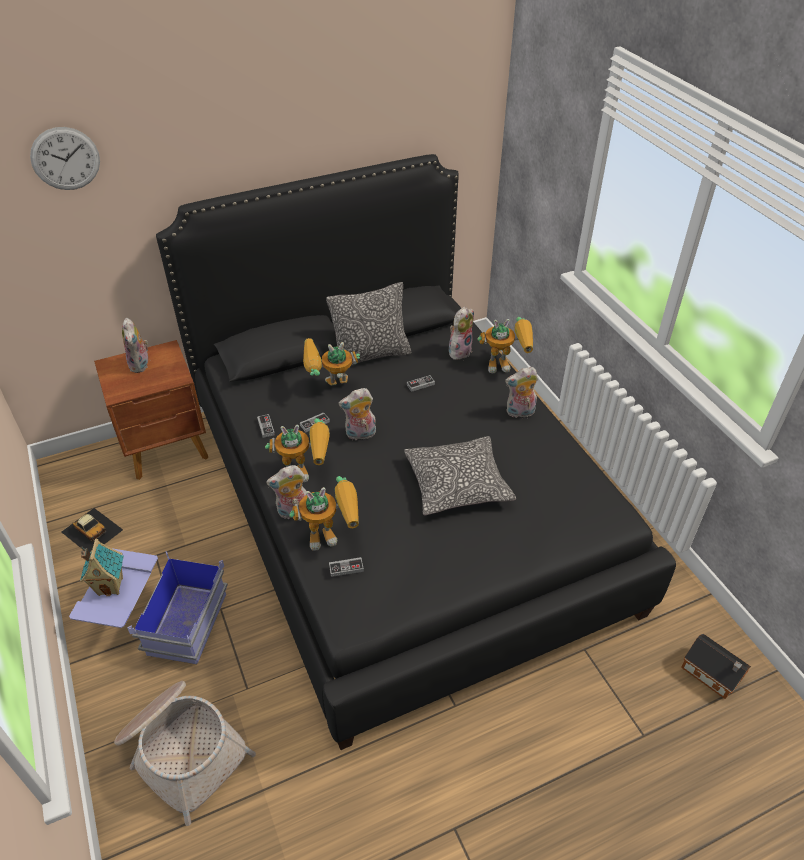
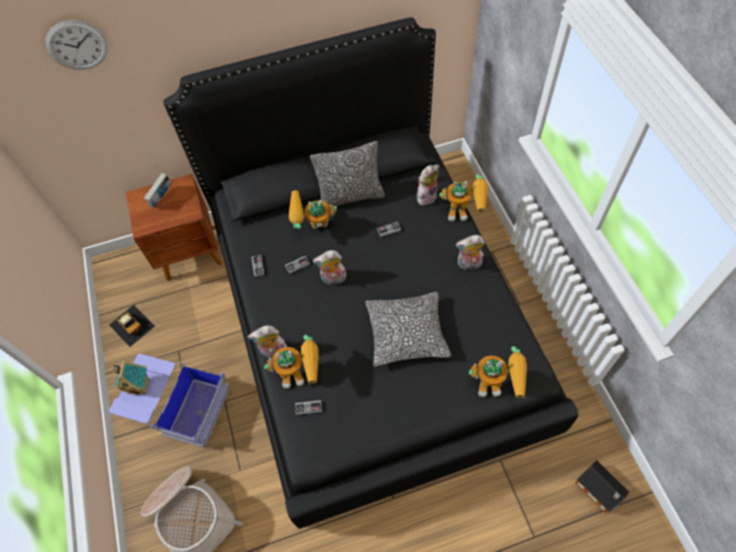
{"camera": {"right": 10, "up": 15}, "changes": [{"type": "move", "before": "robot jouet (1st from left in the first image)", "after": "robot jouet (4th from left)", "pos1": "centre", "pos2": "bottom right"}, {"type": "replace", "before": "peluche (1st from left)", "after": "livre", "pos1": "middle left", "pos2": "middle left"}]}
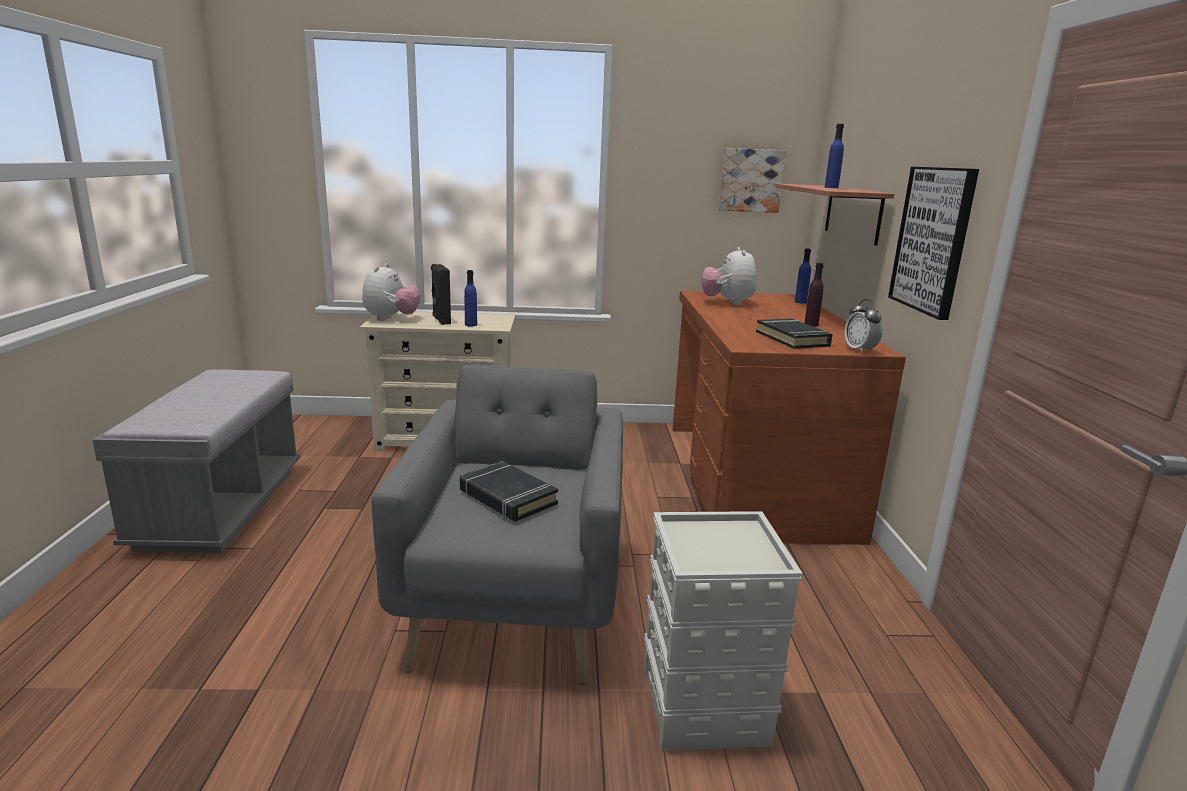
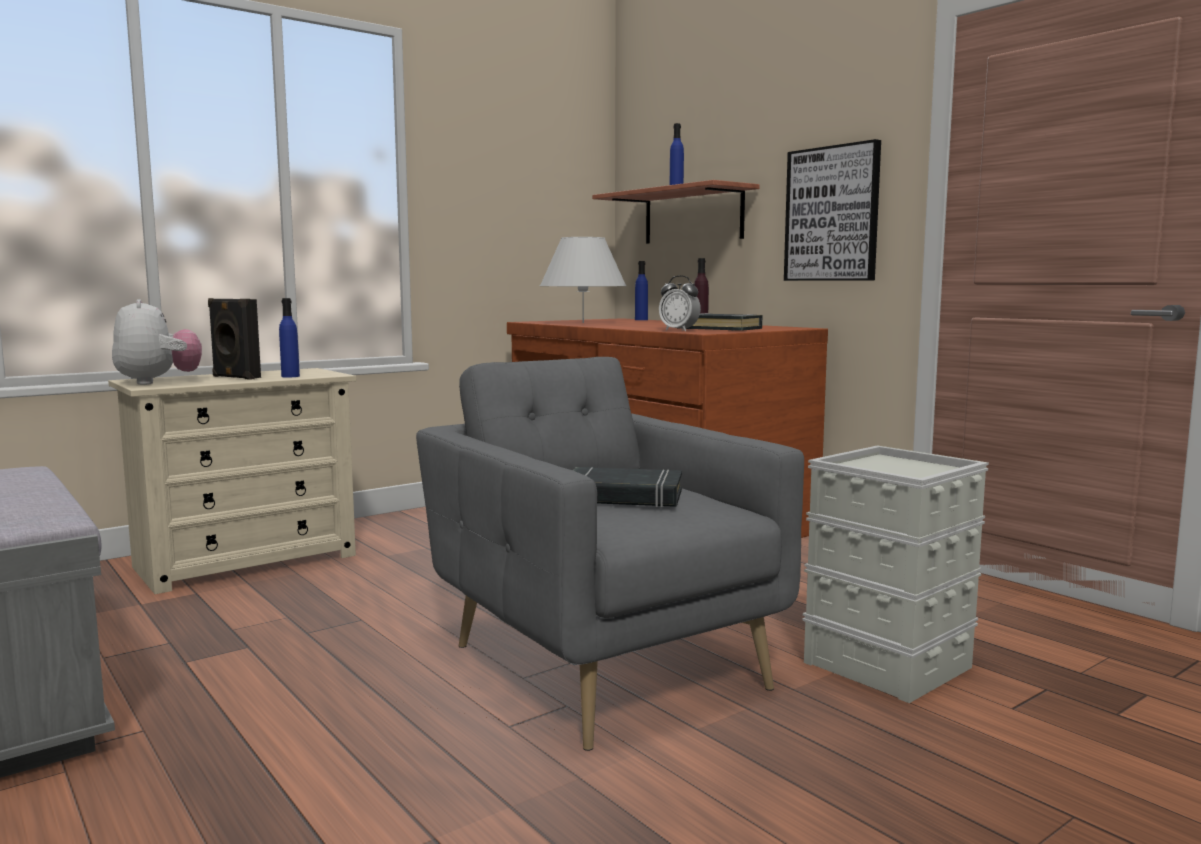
{"camera": {"right": -35, "up": -10}, "changes": [{"type": "delete", "before": "tableau (1st from left)", "pos1": "top centre"}, {"type": "move", "before": "réveil", "pos1": "middle right", "pos2": "centre"}, {"type": "replace", "before": "peluche (2nd from left)", "after": "lampe de table [blanc]", "pos1": "centre", "pos2": "top centre"}]}
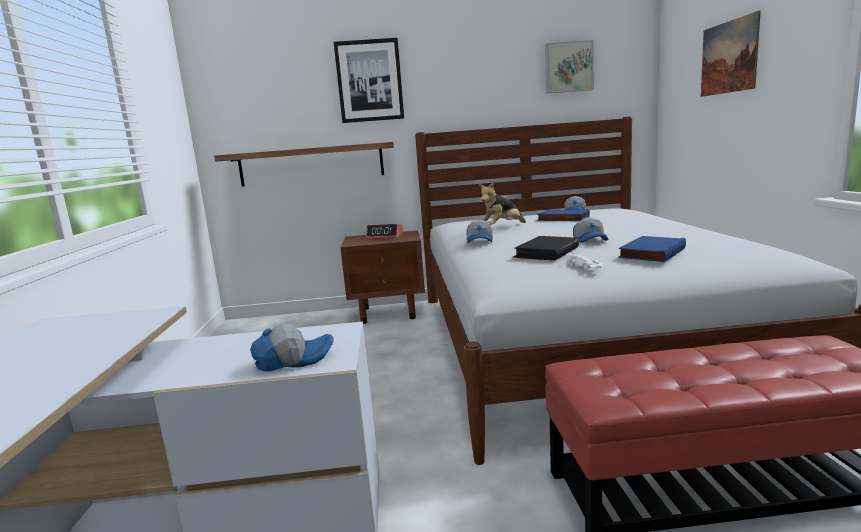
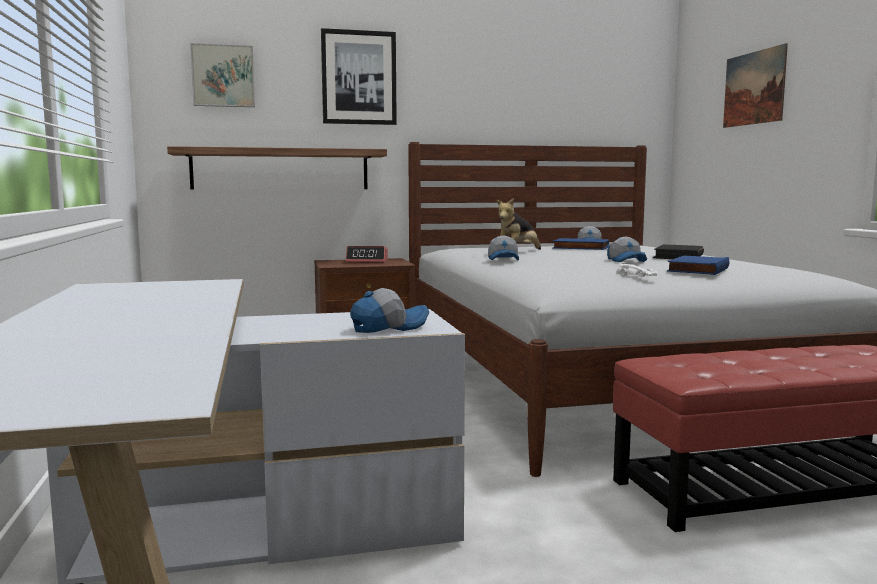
{"camera": {"right": -10, "up": -5}, "changes": [{"type": "move", "before": "livre [noir]", "pos1": "centre", "pos2": "middle right"}, {"type": "move", "before": "tableau (2nd from left in the first image)", "after": "tableau (1st from left)", "pos1": "top centre", "pos2": "top left"}]}
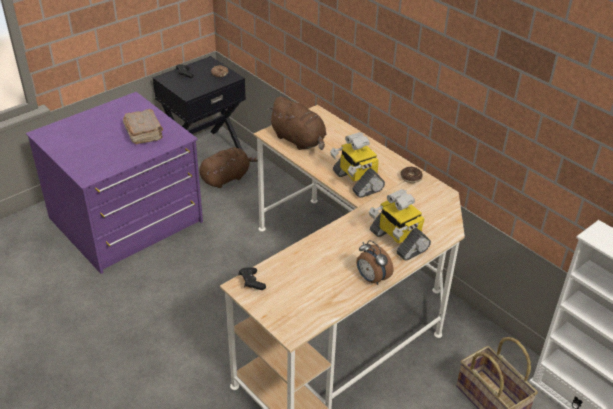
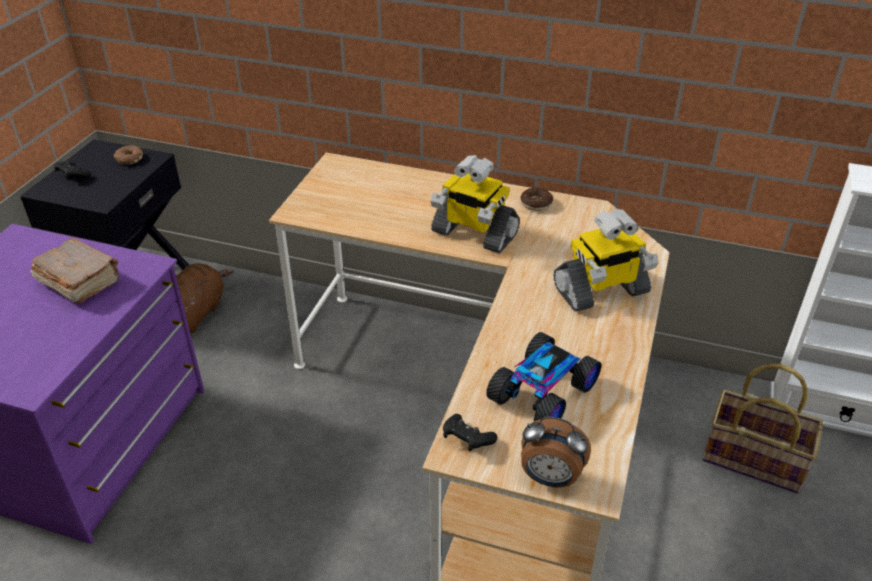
{"camera": {"right": -30, "up": 0}, "changes": [{"type": "delete", "before": "peluche [marron] (2nd from left)", "pos1": "top centre"}, {"type": "insert", "after": "petite voiture", "pos2": "centre"}, {"type": "move", "before": "réveil", "pos1": "centre", "pos2": "bottom centre"}, {"type": "rotate", "before": "robot jouet (2nd from left)", "pos1": "centre", "pos2": "middle right", "turn": -45}]}
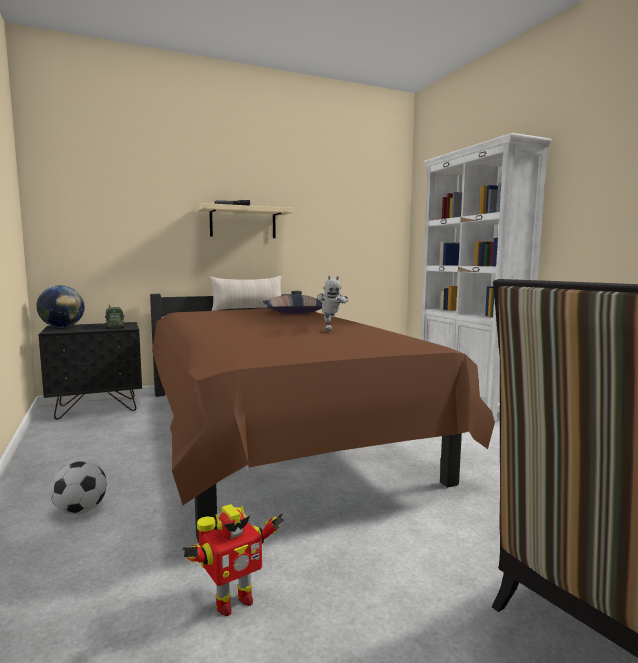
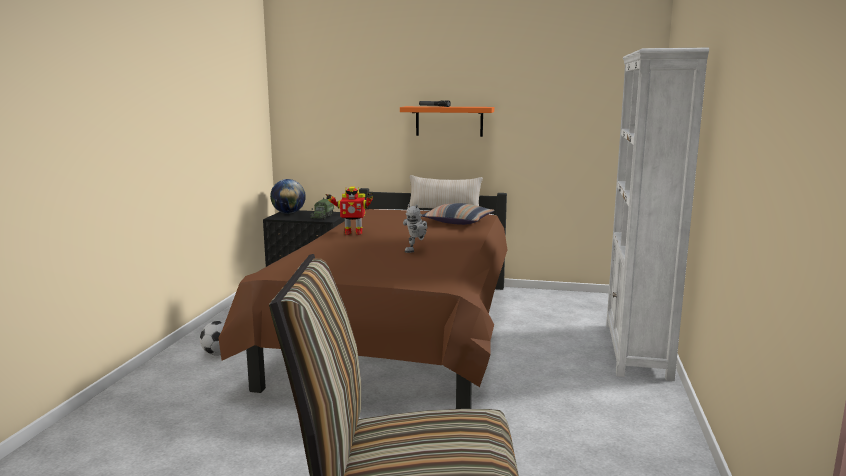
{"camera": {"right": 35, "up": 5}, "changes": [{"type": "move", "before": "robot jouet (1st from left)", "pos1": "bottom centre", "pos2": "centre"}, {"type": "recolor", "before": "étagère [beige]", "after": "étagère [orange]", "pos1": "top centre", "pos2": "top centre"}]}
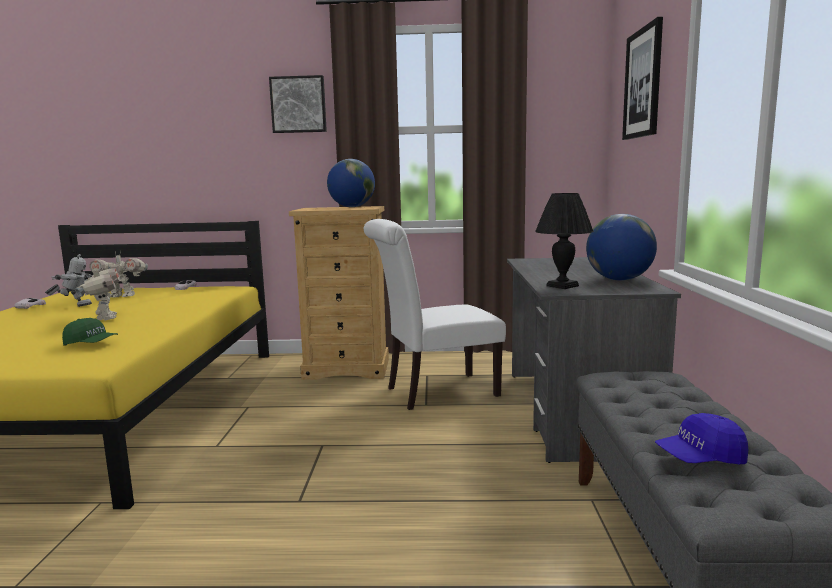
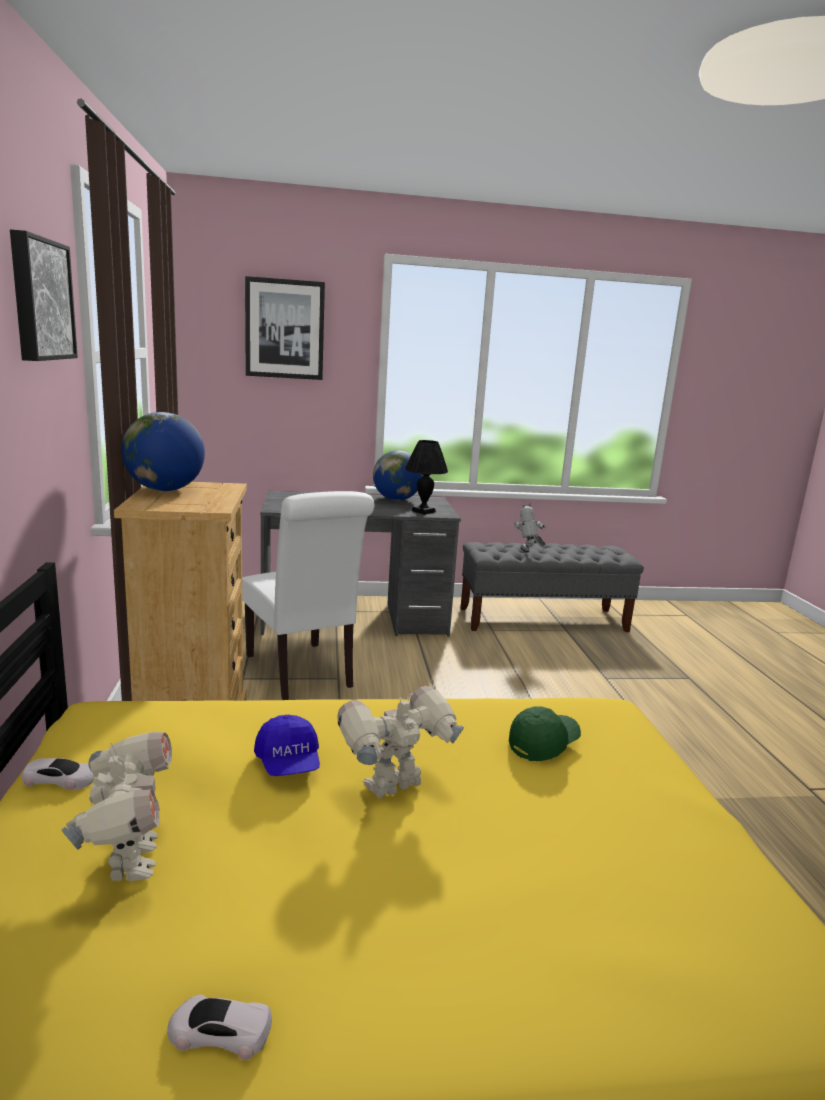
{"camera": {"right": -100, "up": 5}, "changes": [{"type": "move", "before": "robot jouet (1st from left in the first image)", "after": "robot jouet (3rd from left)", "pos1": "middle left", "pos2": "centre"}, {"type": "move", "before": "casquette [bleu]", "pos1": "bottom right", "pos2": "bottom centre"}, {"type": "rotate", "before": "casquette [vert]", "pos1": "middle left", "pos2": "centre", "turn": 45}]}
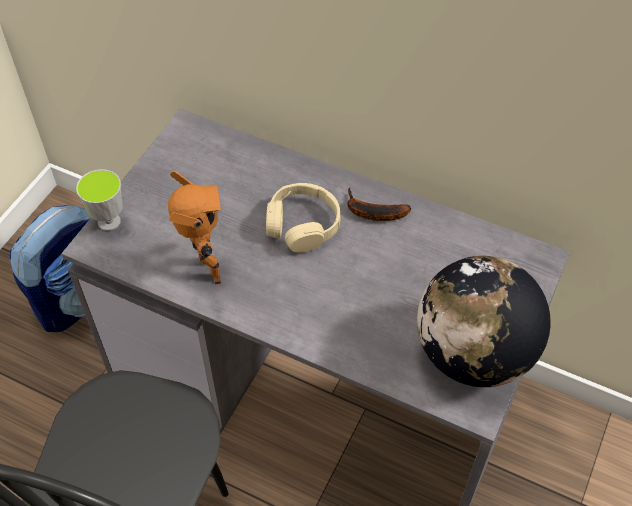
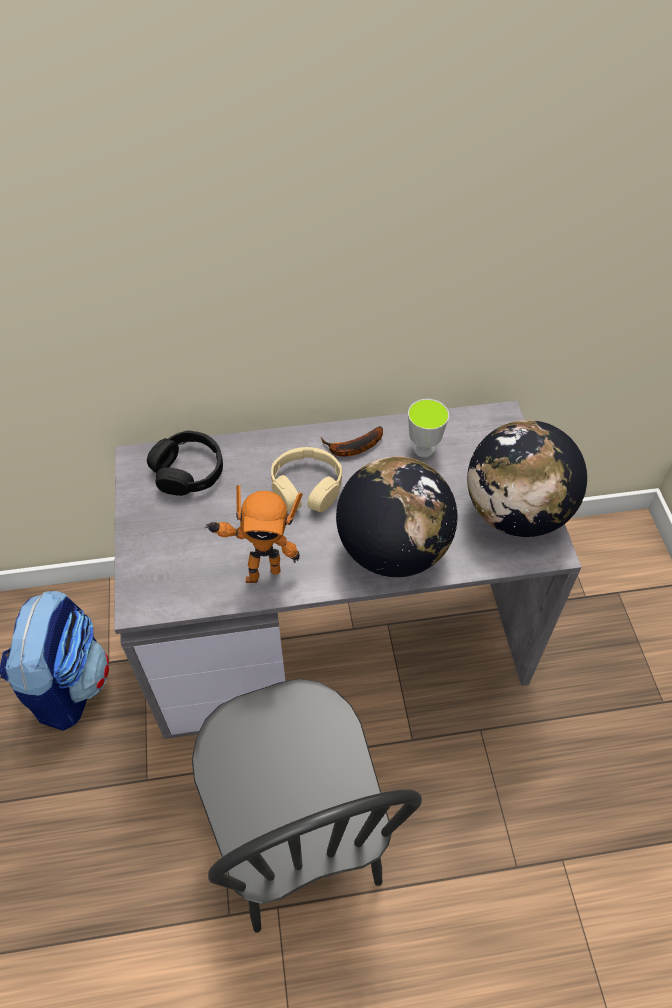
{"camera": {"right": -35, "up": 0}, "changes": [{"type": "insert", "after": "casque audio [noir]", "pos2": "middle left"}, {"type": "insert", "after": "globe (1st from left)", "pos2": "centre"}, {"type": "move", "before": "tasse", "pos1": "middle left", "pos2": "centre"}, {"type": "rotate", "before": "robot jouet", "pos1": "middle left", "pos2": "centre", "turn": 135}]}
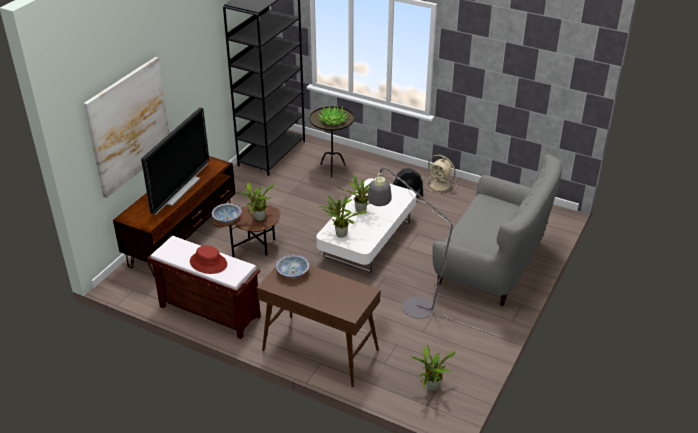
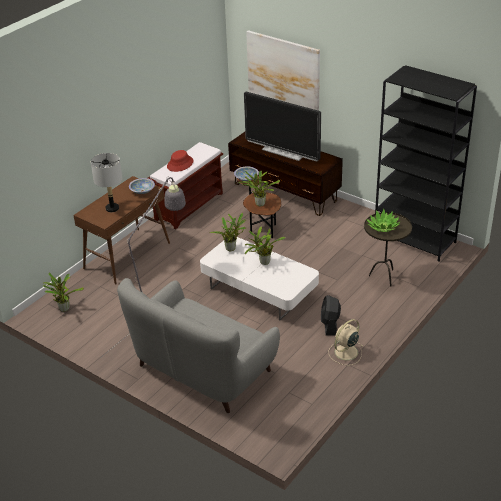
{"camera": {"right": 100, "up": 0}, "changes": [{"type": "insert", "after": "lampe de table [gris]", "pos2": "middle left"}]}
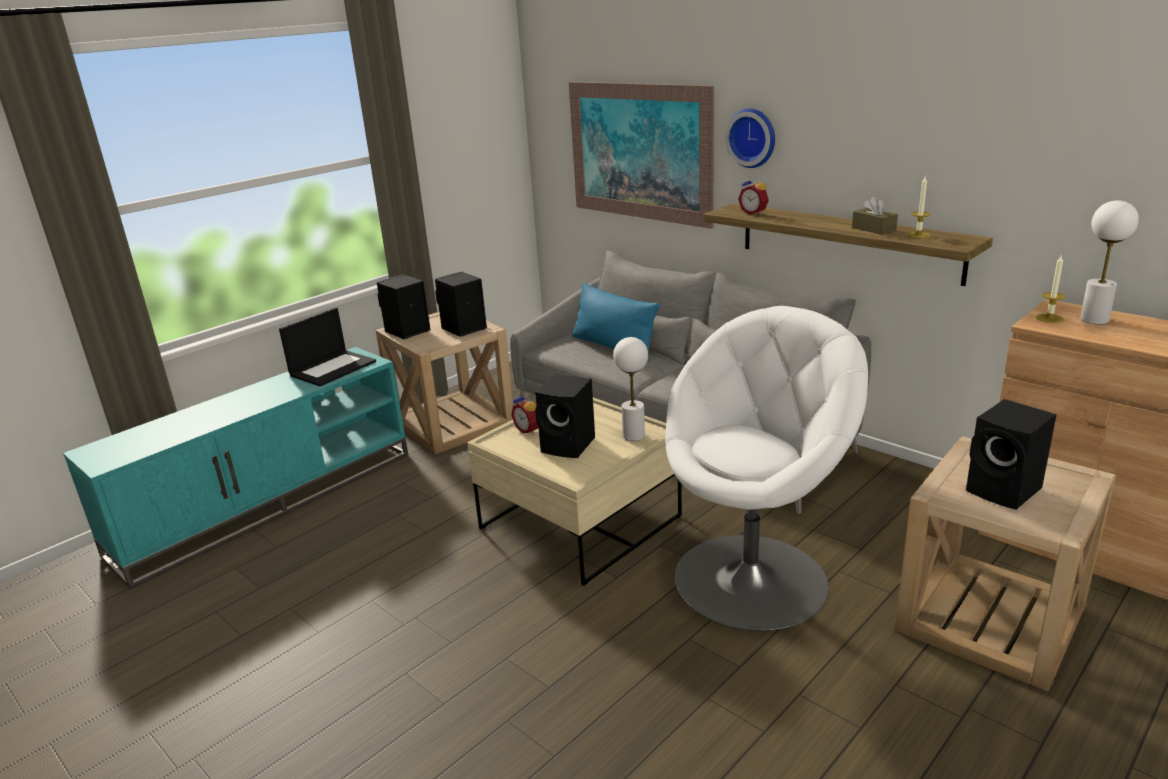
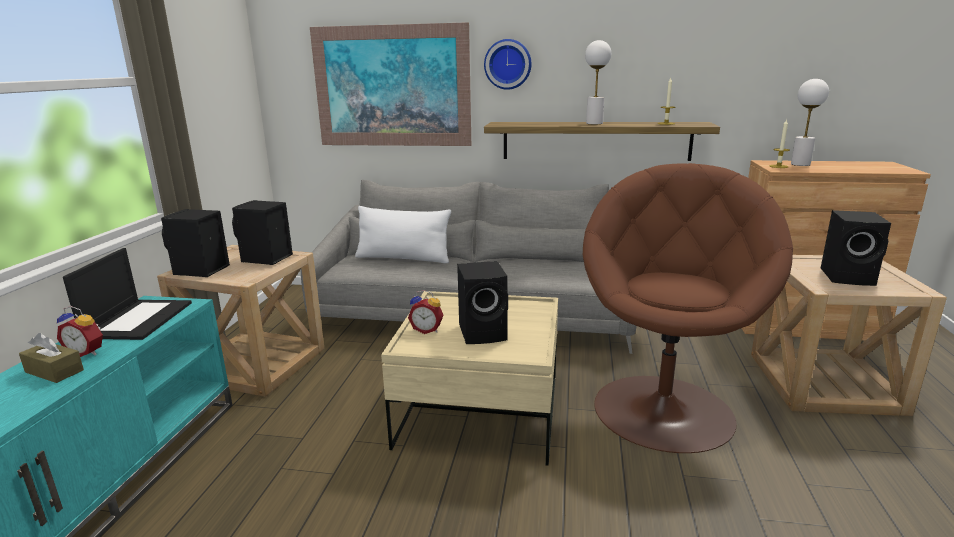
{"camera": {"right": -35, "up": -5}, "changes": [{"type": "move", "before": "lampe de table [blanc] (1st from left)", "pos1": "centre", "pos2": "top centre"}, {"type": "move", "before": "réveil (2nd from left in the first image)", "after": "réveil (1st from left)", "pos1": "top centre", "pos2": "middle left"}, {"type": "move", "before": "boîte à mouchoirs [marron]", "pos1": "top right", "pos2": "bottom left"}, {"type": "recolor", "before": "coussin [bleu]", "after": "coussin [blanc]", "pos1": "centre", "pos2": "centre"}, {"type": "recolor", "before": "fauteuil [blanc]", "after": "fauteuil [marron]", "pos1": "centre", "pos2": "middle right"}]}
